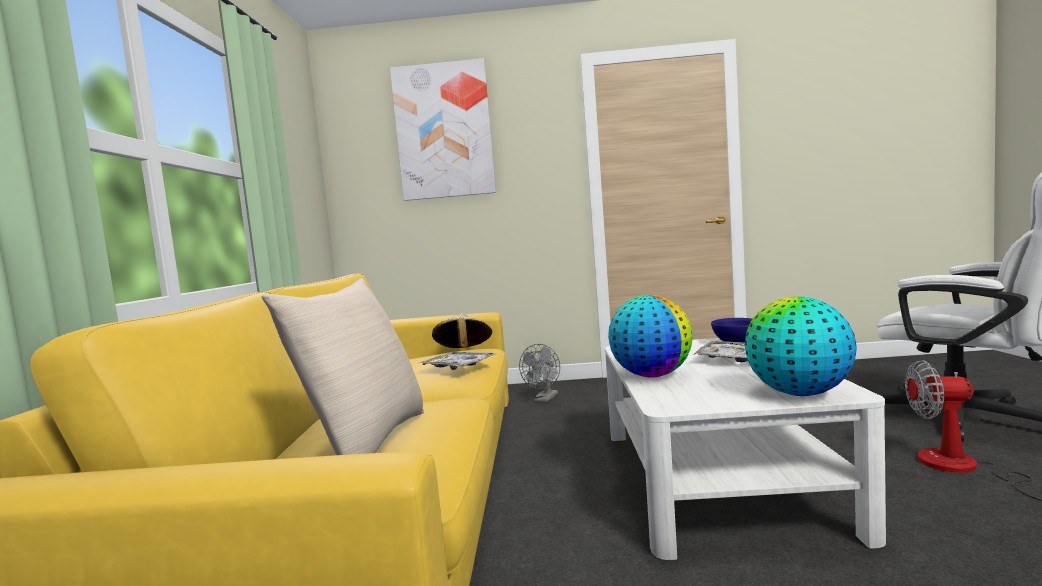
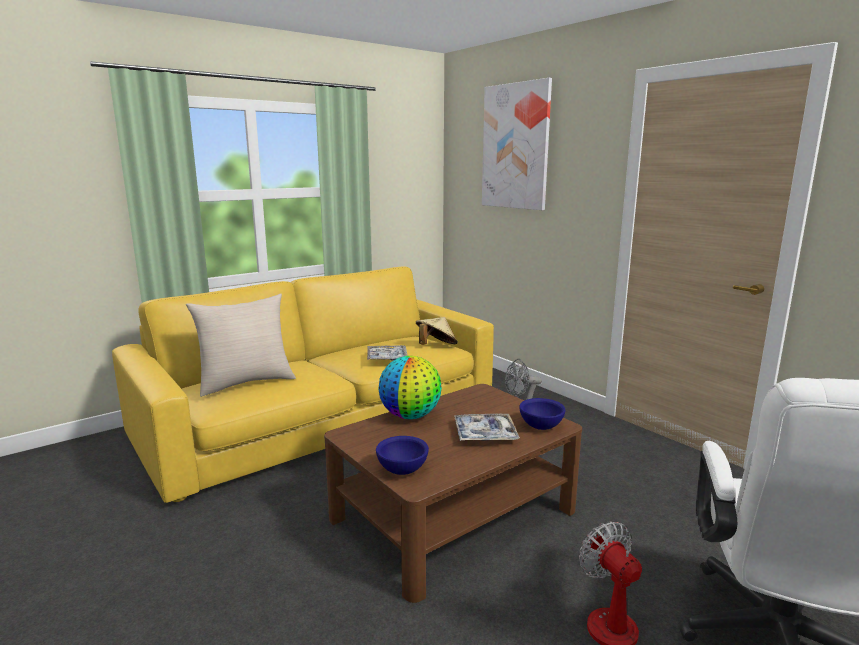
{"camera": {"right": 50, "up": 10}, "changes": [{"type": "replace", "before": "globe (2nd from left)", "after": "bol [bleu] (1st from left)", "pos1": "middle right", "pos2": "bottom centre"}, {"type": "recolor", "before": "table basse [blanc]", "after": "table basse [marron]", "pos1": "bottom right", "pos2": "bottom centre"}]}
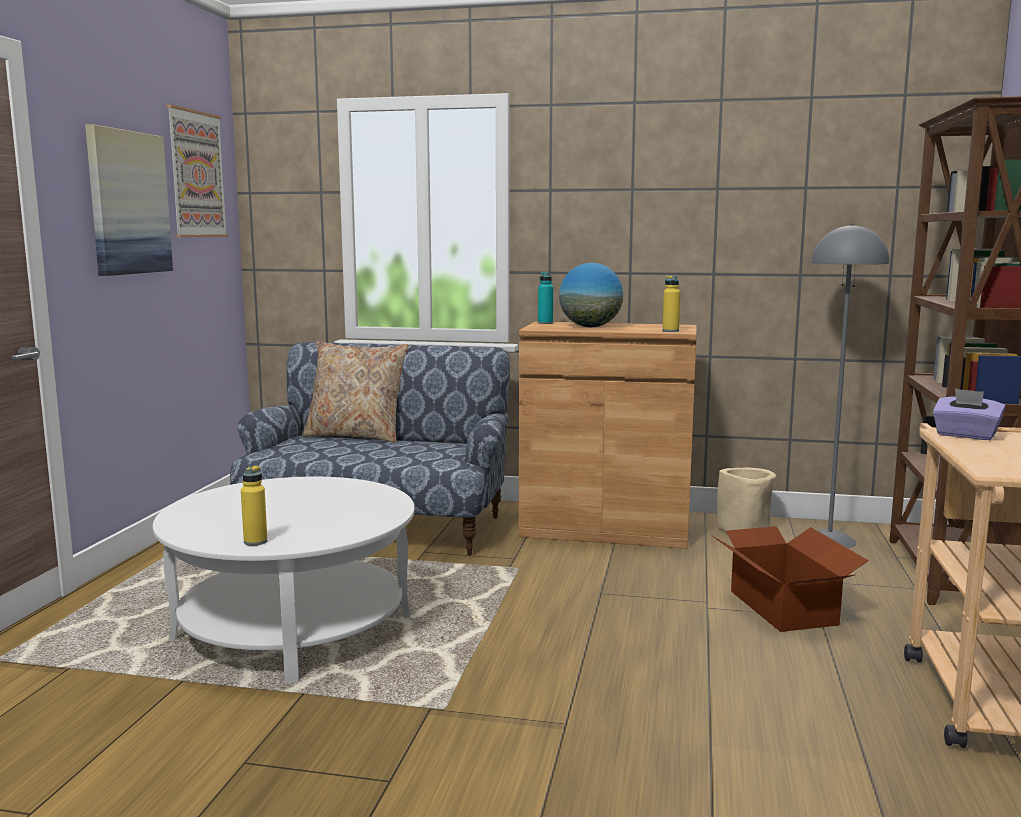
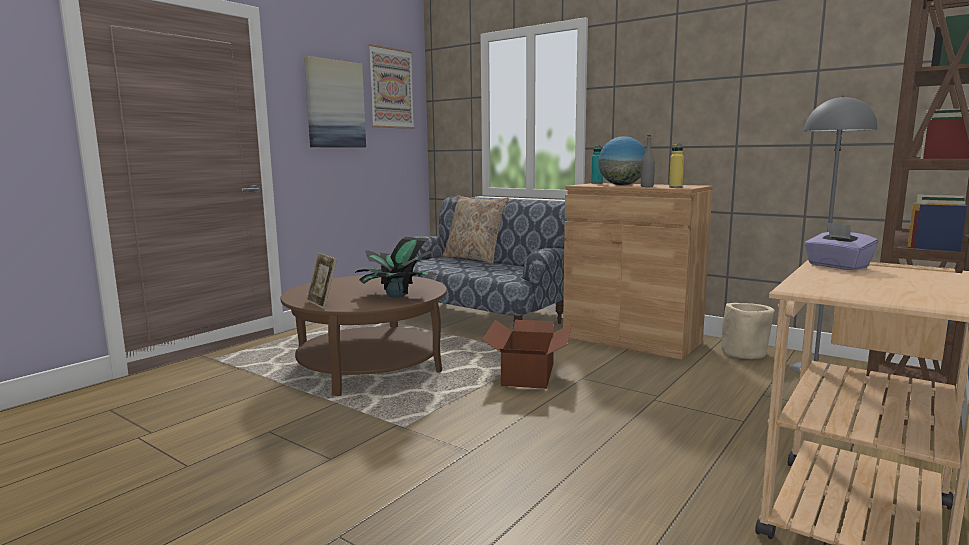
{"camera": {"right": 25, "up": 0}, "changes": [{"type": "insert", "after": "plante en pot", "pos2": "centre"}, {"type": "insert", "after": "bouteille [gris]", "pos2": "top right"}, {"type": "move", "before": "carton", "pos1": "bottom right", "pos2": "centre"}, {"type": "replace", "before": "bouteille [jaune] (1st from left)", "after": "cadre photo", "pos1": "middle left", "pos2": "middle left"}, {"type": "recolor", "before": "table basse [blanc]", "after": "table basse [marron]", "pos1": "bottom left", "pos2": "centre"}]}
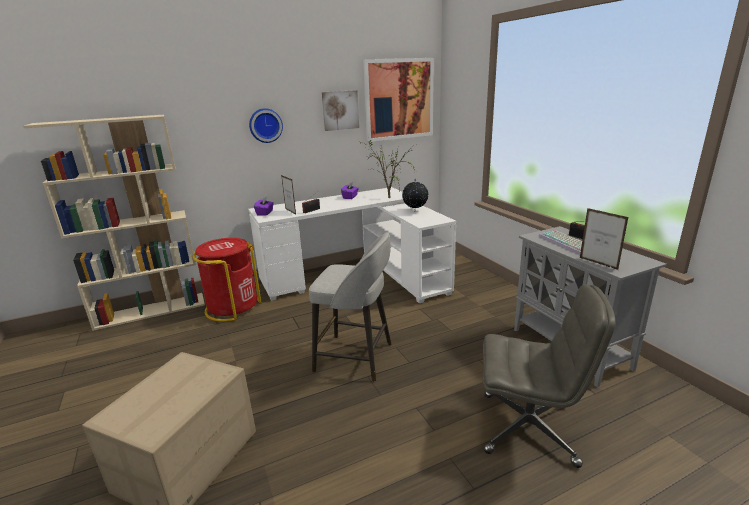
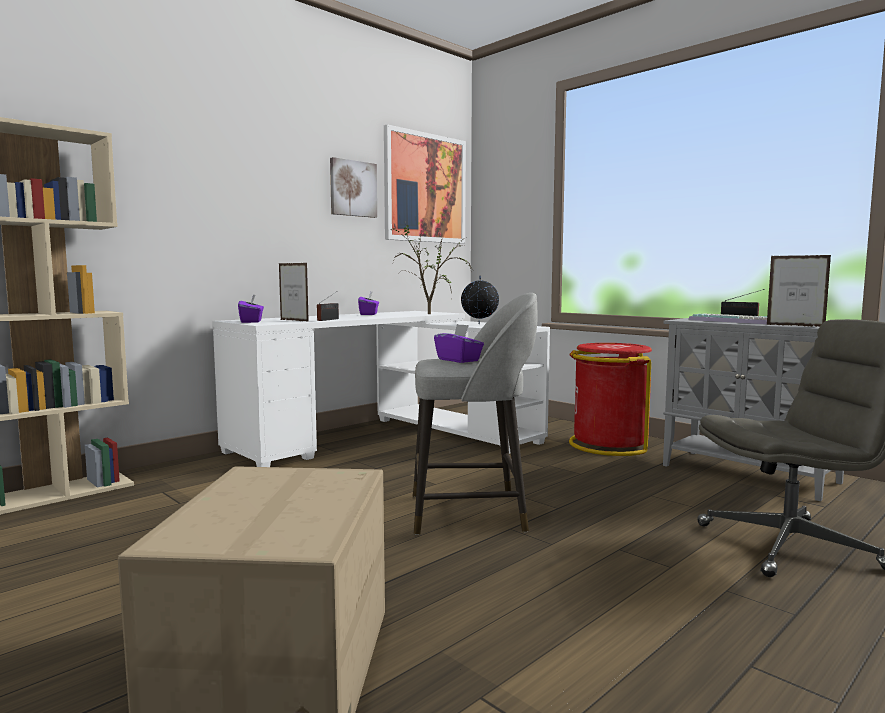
{"camera": {"right": -20, "up": -15}, "changes": [{"type": "delete", "before": "horloge murale", "pos1": "top centre"}, {"type": "insert", "after": "boîte à mouchoirs [violet] (3rd from left)", "pos2": "centre"}, {"type": "move", "before": "poubelle [rouge]", "pos1": "middle left", "pos2": "middle right"}]}
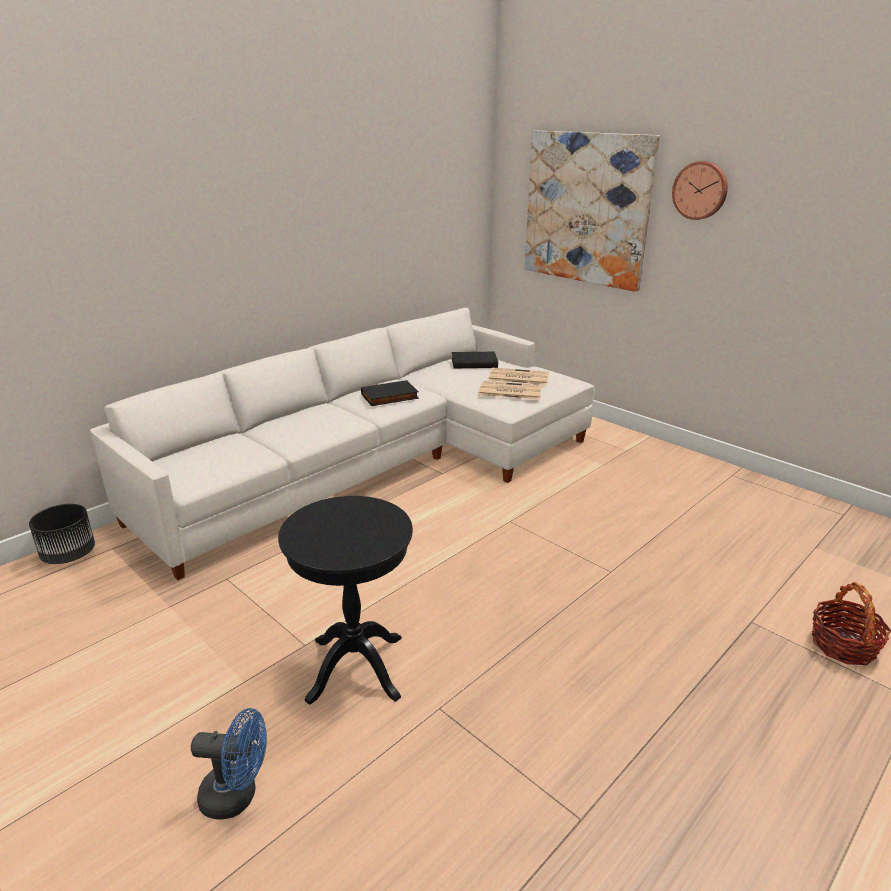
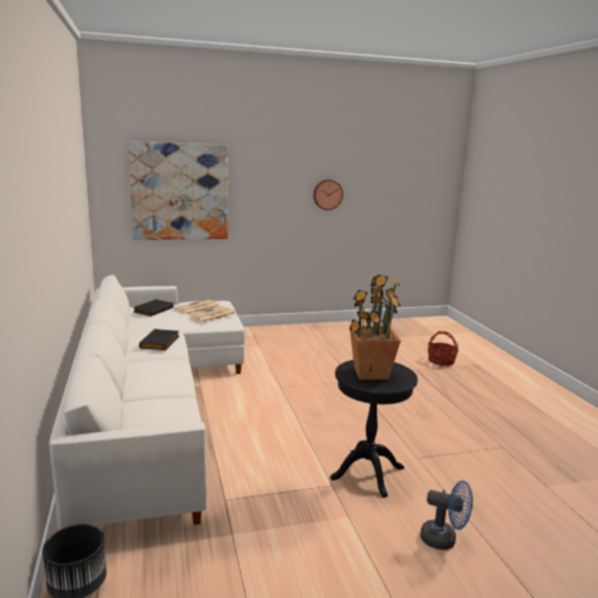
{"camera": {"right": -60, "up": -10}, "changes": [{"type": "insert", "after": "plante en pot", "pos2": "centre"}, {"type": "move", "before": "horloge murale", "pos1": "top right", "pos2": "top centre"}, {"type": "rotate", "before": "ventilateur [bleu]", "pos1": "bottom left", "pos2": "bottom right", "turn": 75}]}
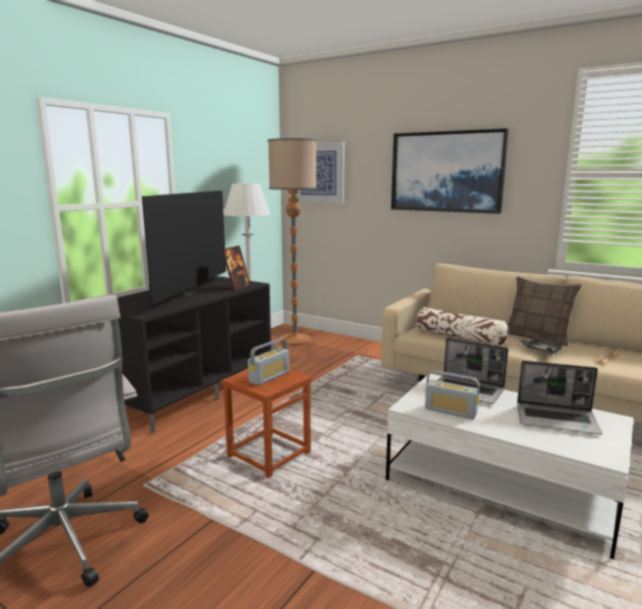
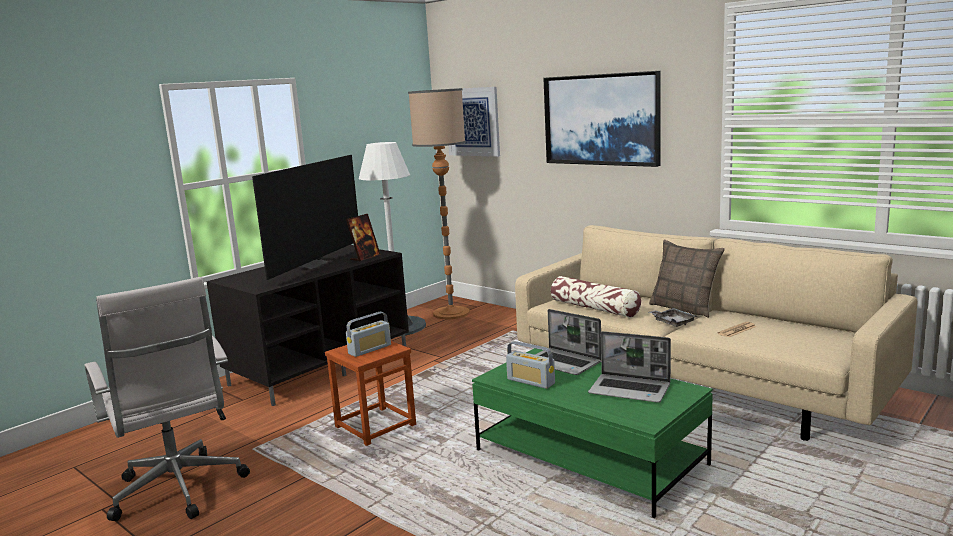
{"camera": {"right": 10, "up": 0}, "changes": [{"type": "recolor", "before": "table basse [blanc]", "after": "table basse [vert]", "pos1": "bottom right", "pos2": "bottom centre"}]}
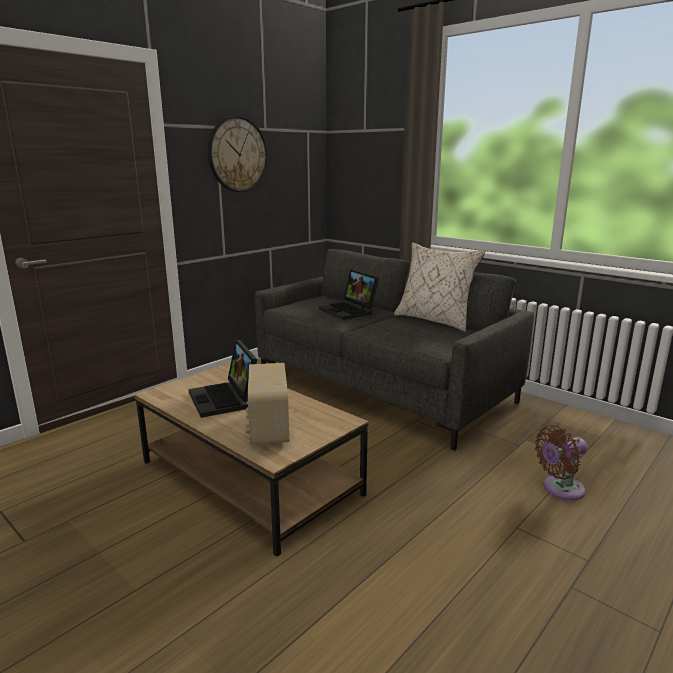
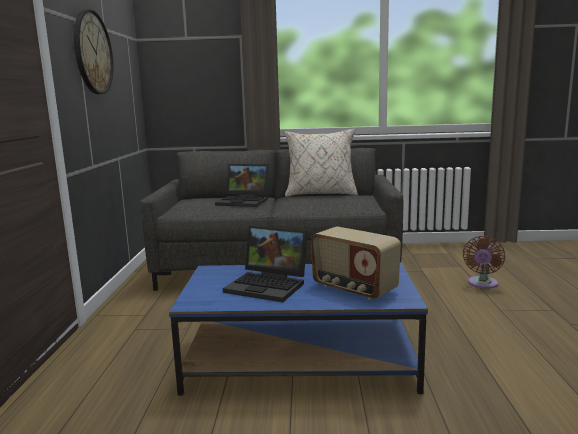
{"camera": {"right": -40, "up": -5}, "changes": [{"type": "recolor", "before": "table basse [marron]", "after": "table basse [bleu]", "pos1": "bottom centre", "pos2": "bottom centre"}]}
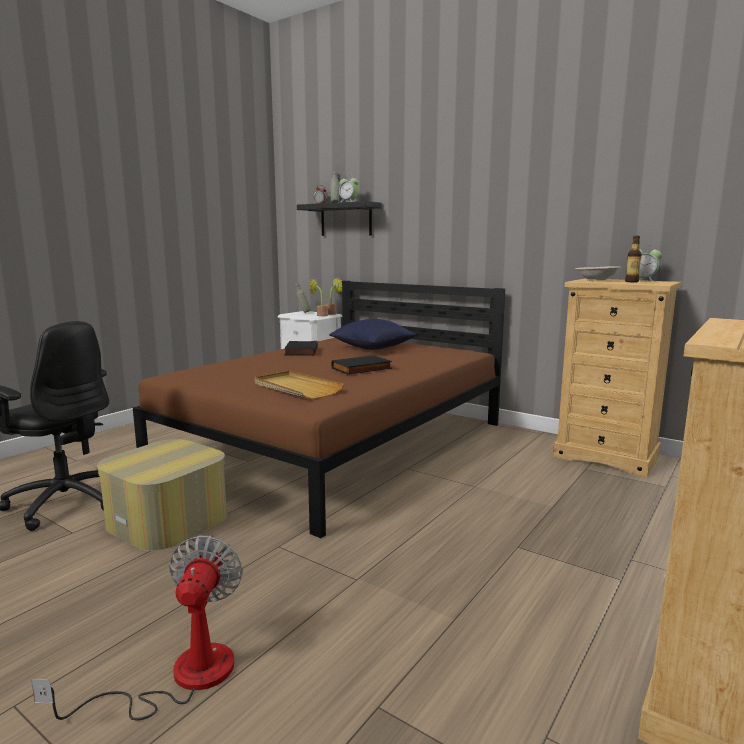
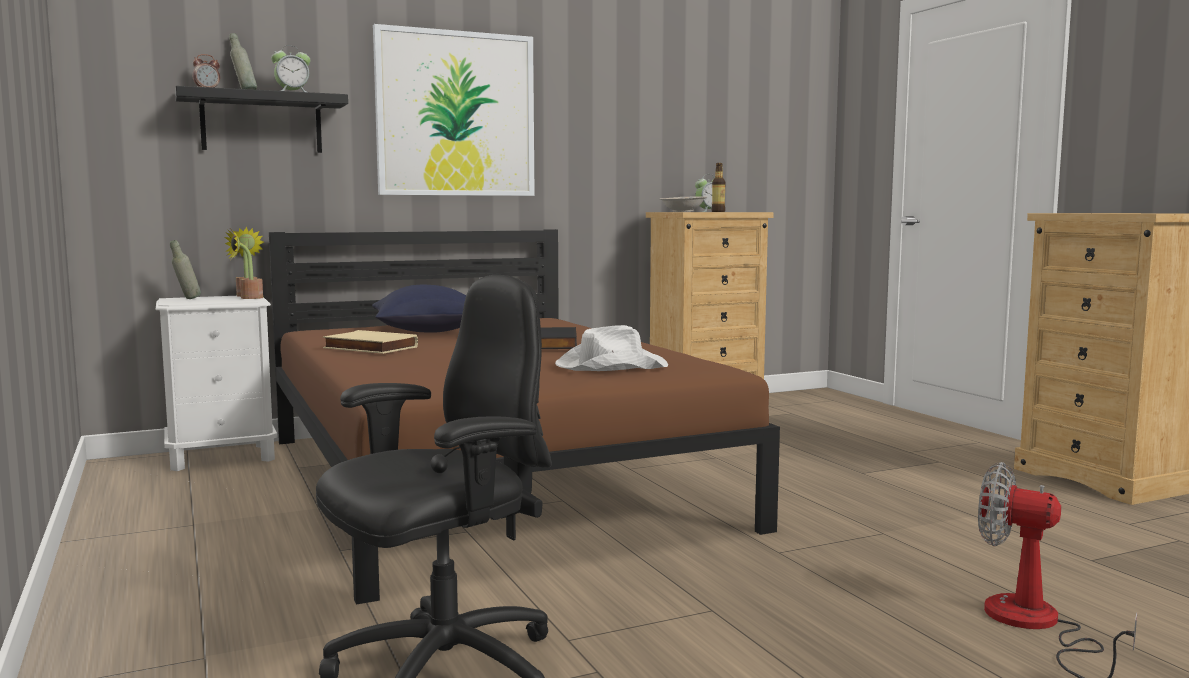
{"camera": {"right": -60, "up": -5}, "changes": [{"type": "delete", "before": "pouf", "pos1": "middle left"}, {"type": "insert", "after": "tableau", "pos2": "top centre"}, {"type": "replace", "before": "plateau [beige]", "after": "chapeau [blanc]", "pos1": "centre", "pos2": "centre"}, {"type": "recolor", "before": "livre [noir] (1st from left)", "after": "livre [beige]", "pos1": "centre", "pos2": "middle left"}]}
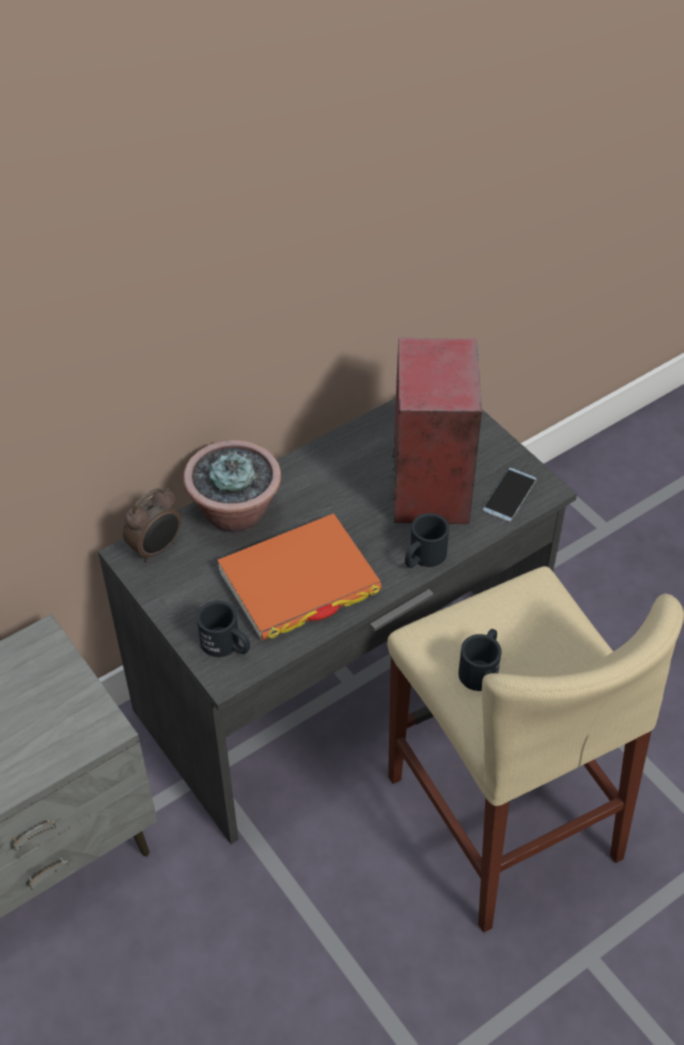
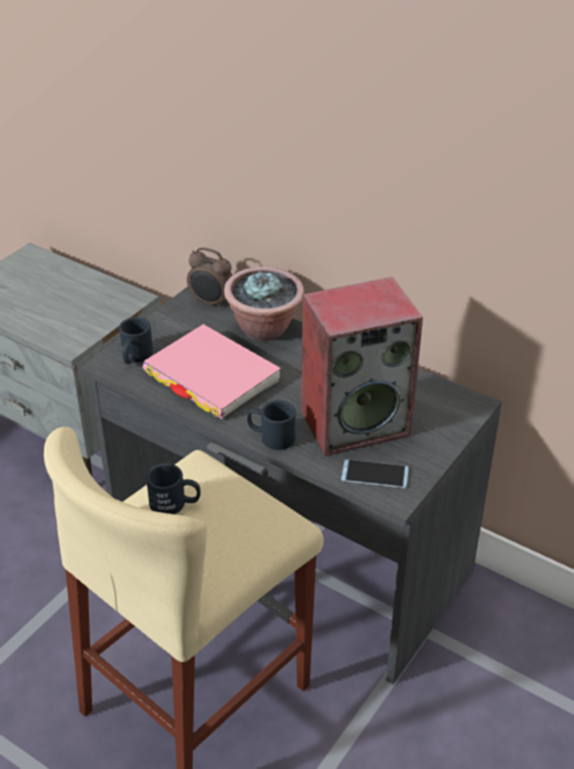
{"camera": {"right": 70, "up": -10}, "changes": [{"type": "recolor", "before": "livre [orange]", "after": "livre [rose]", "pos1": "centre", "pos2": "centre"}]}
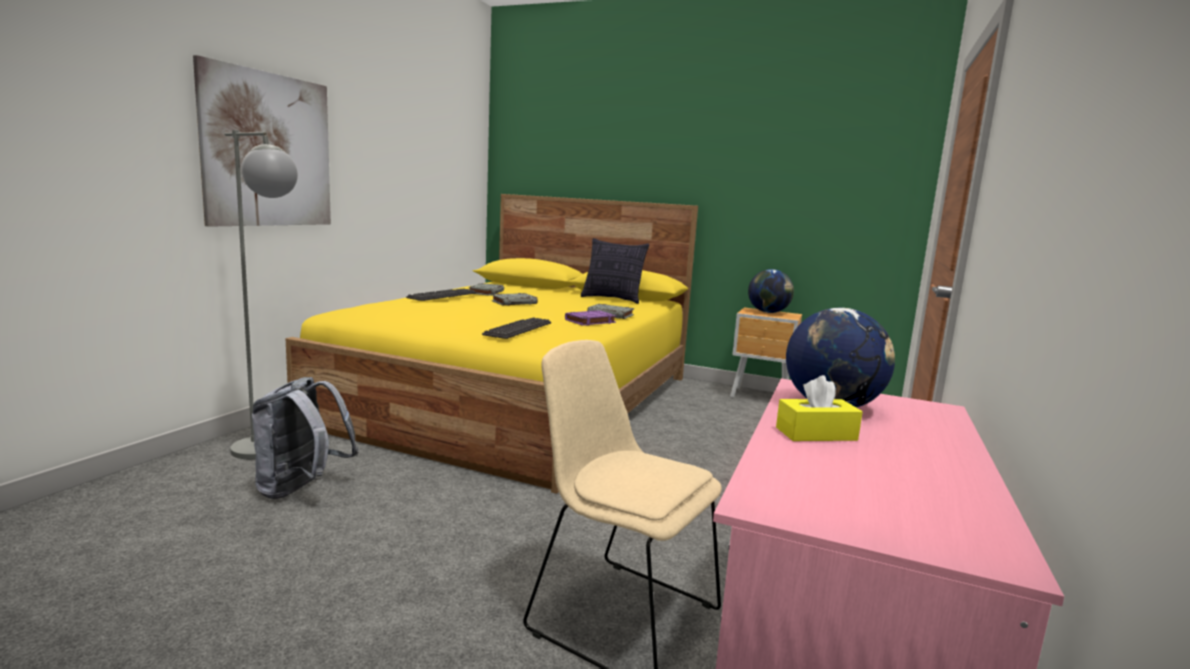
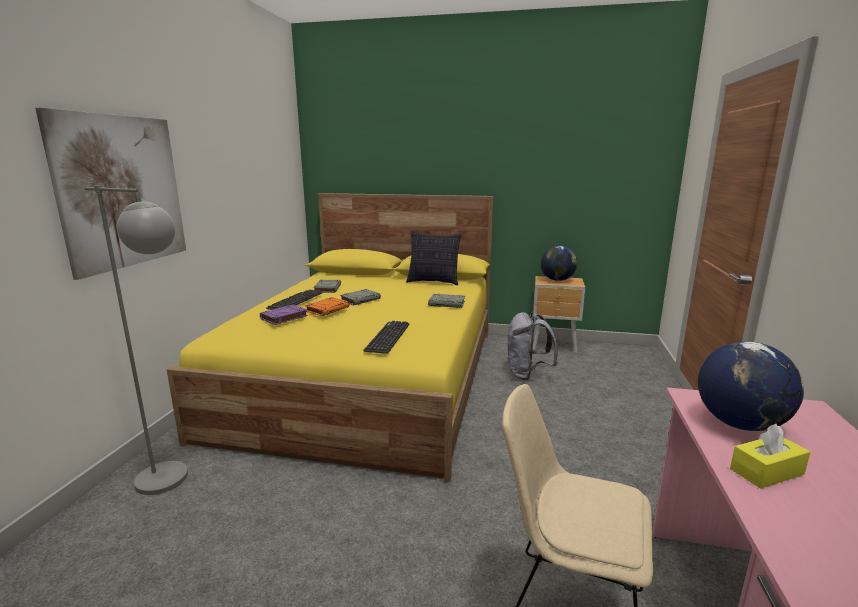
{"camera": {"right": -10, "up": 5}, "changes": [{"type": "insert", "after": "livre [orange]", "pos2": "centre"}, {"type": "move", "before": "sac à dos [gris]", "pos1": "middle left", "pos2": "centre"}, {"type": "move", "before": "livre [violet]", "pos1": "centre", "pos2": "middle left"}]}
